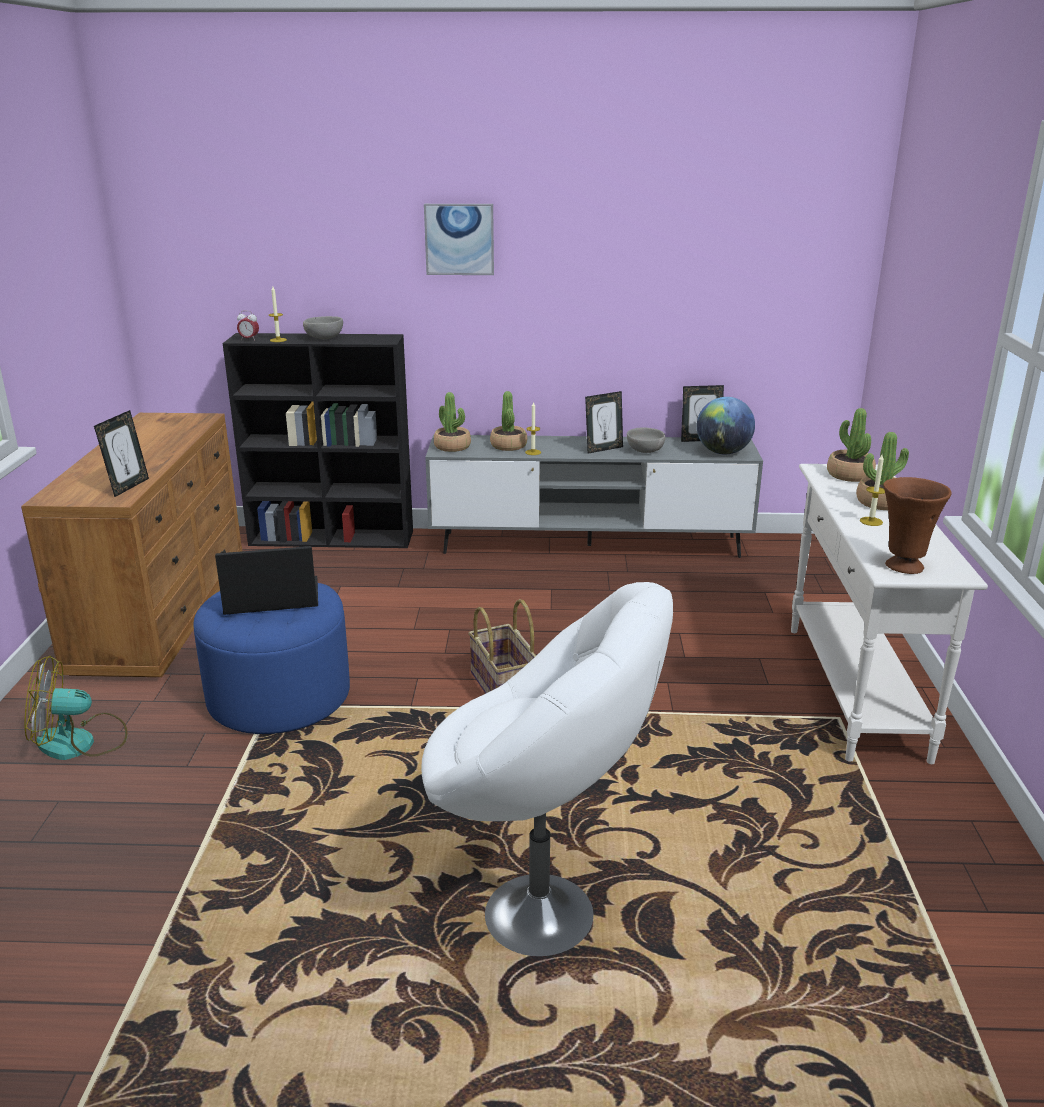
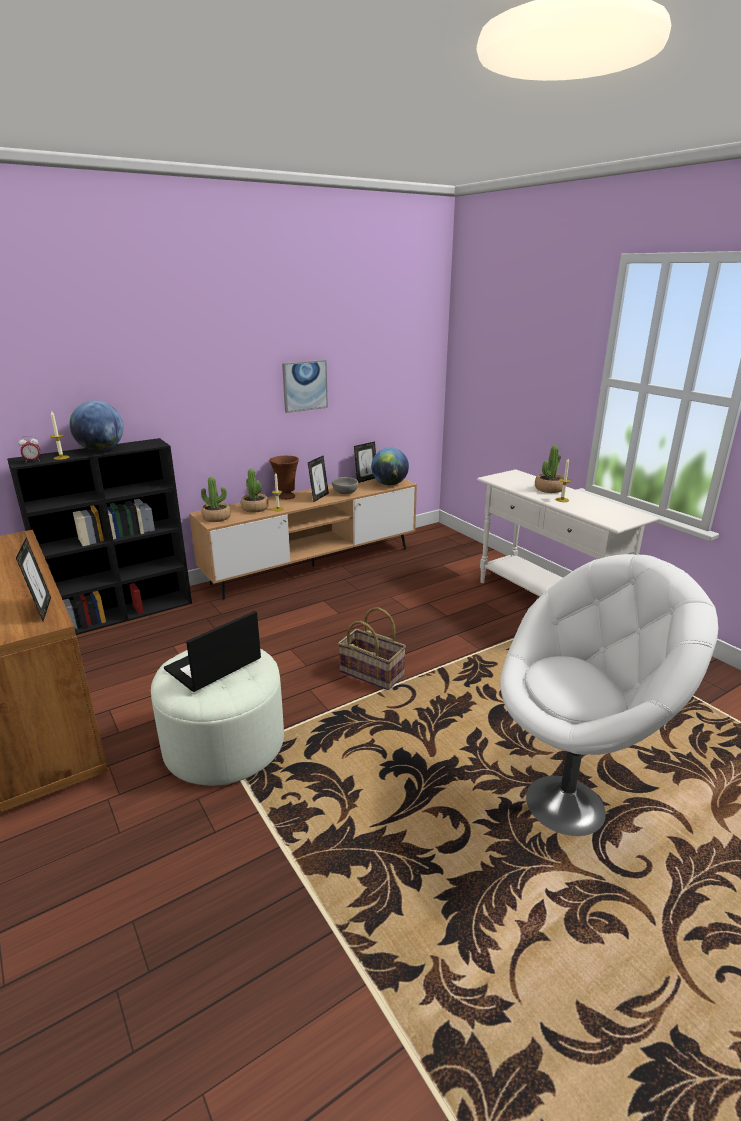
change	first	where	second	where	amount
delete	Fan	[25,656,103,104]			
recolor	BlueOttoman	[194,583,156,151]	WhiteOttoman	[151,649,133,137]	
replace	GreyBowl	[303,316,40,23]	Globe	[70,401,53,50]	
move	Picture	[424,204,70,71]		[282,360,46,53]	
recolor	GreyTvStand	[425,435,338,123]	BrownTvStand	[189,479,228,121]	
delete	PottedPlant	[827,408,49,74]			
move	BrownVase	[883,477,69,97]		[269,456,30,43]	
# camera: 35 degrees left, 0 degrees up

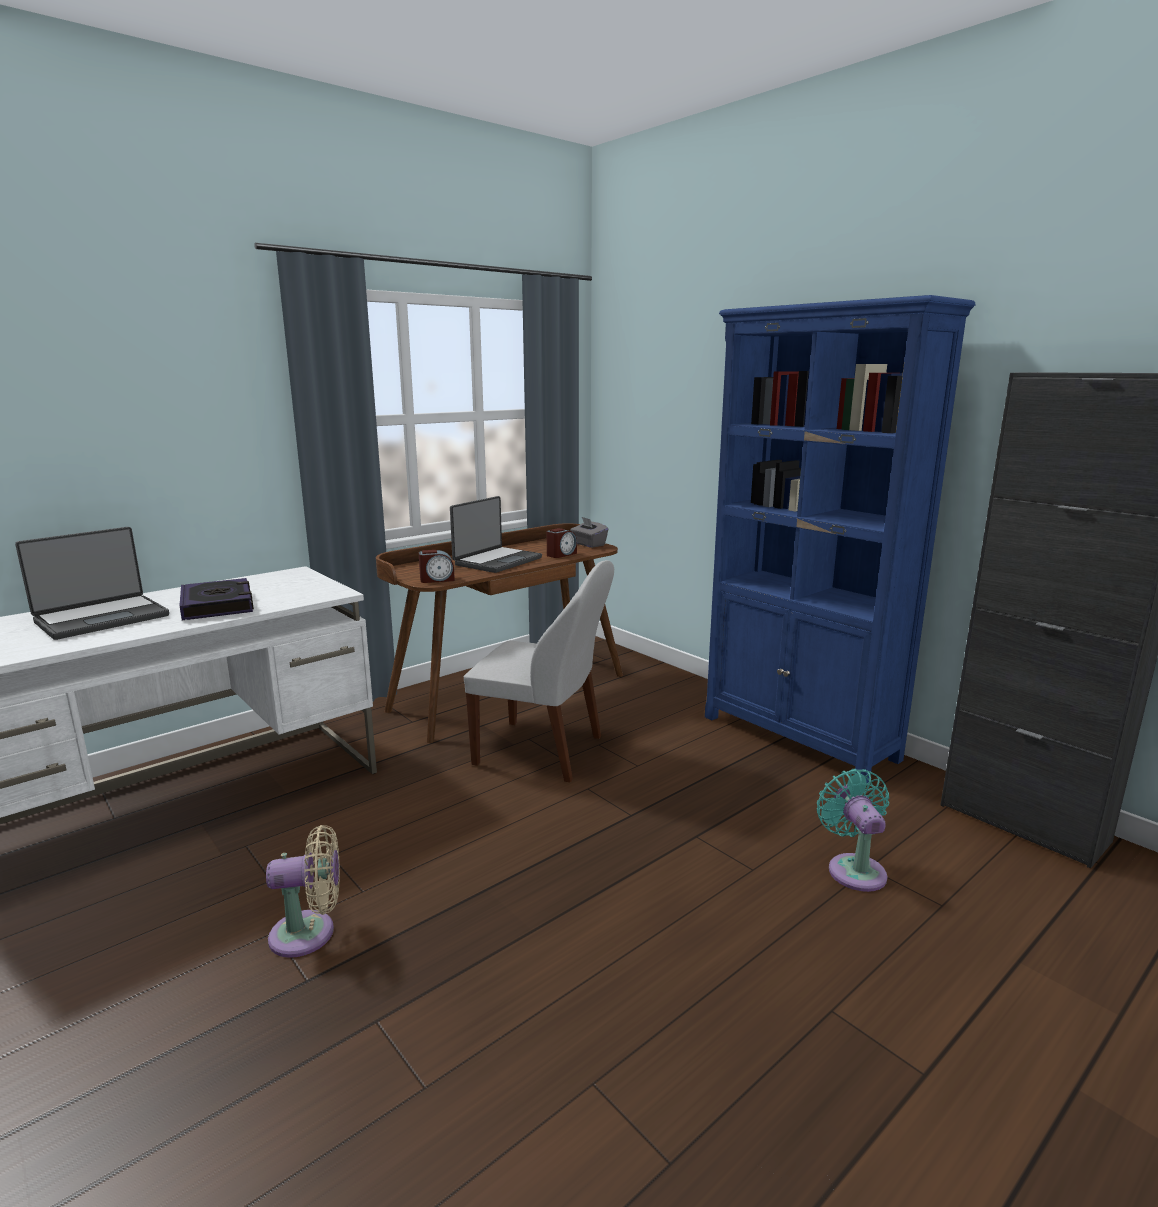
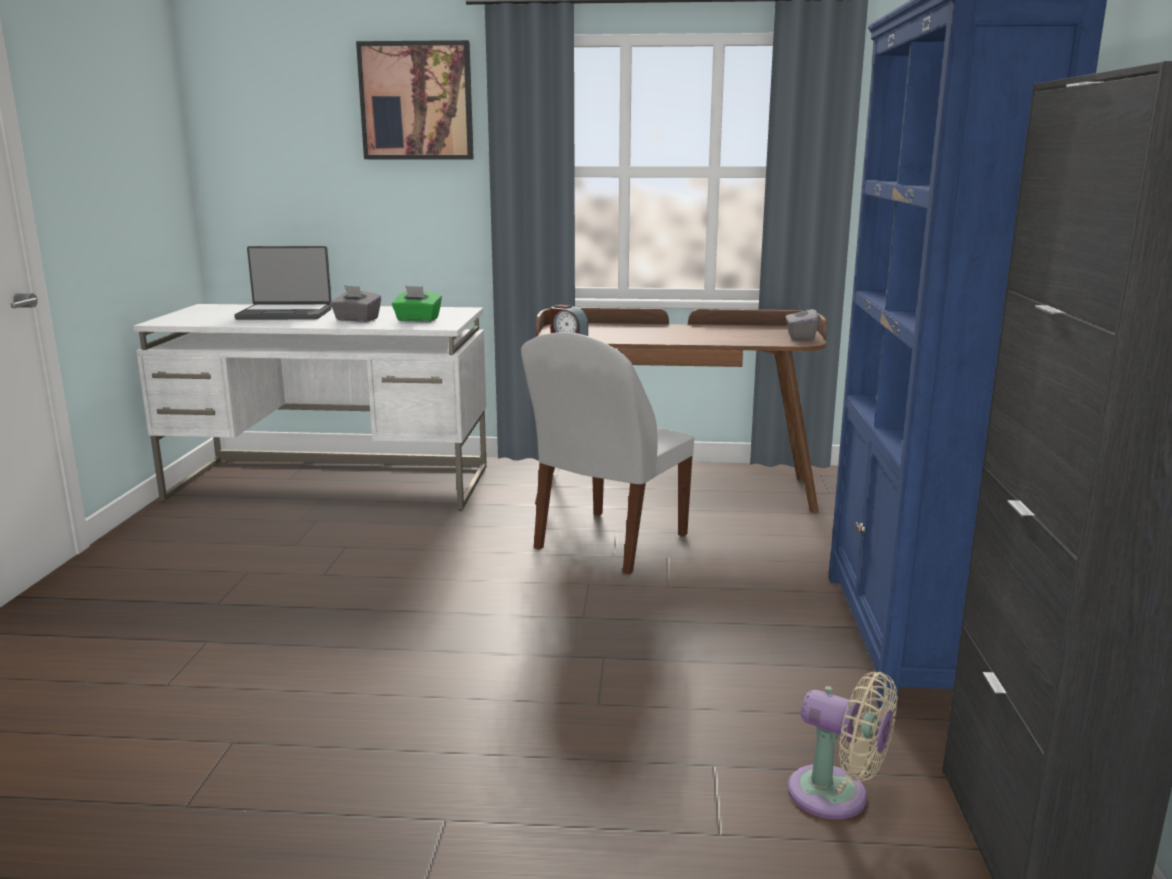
change	first	where	second	where	amount
replace	Book	[179,578,75,42]	GreyTissueBox	[330,285,51,37]	
move	BeigeFan	[266,825,74,133]		[788,672,109,147]	
delete	Laptop	[450,496,92,77]			
rotate	WhiteChair	[464,560,150,223]		[521,332,173,243]	60 degrees clockwise
delete	AlarmClock	[547,528,30,30]			
delete	TurquoiseFan	[817,769,72,123]			
insert			Picture	[356,40,118,119]	
insert			GreenTissueBox	[392,286,50,36]	
# camera: 45 degrees right, 0 degrees up

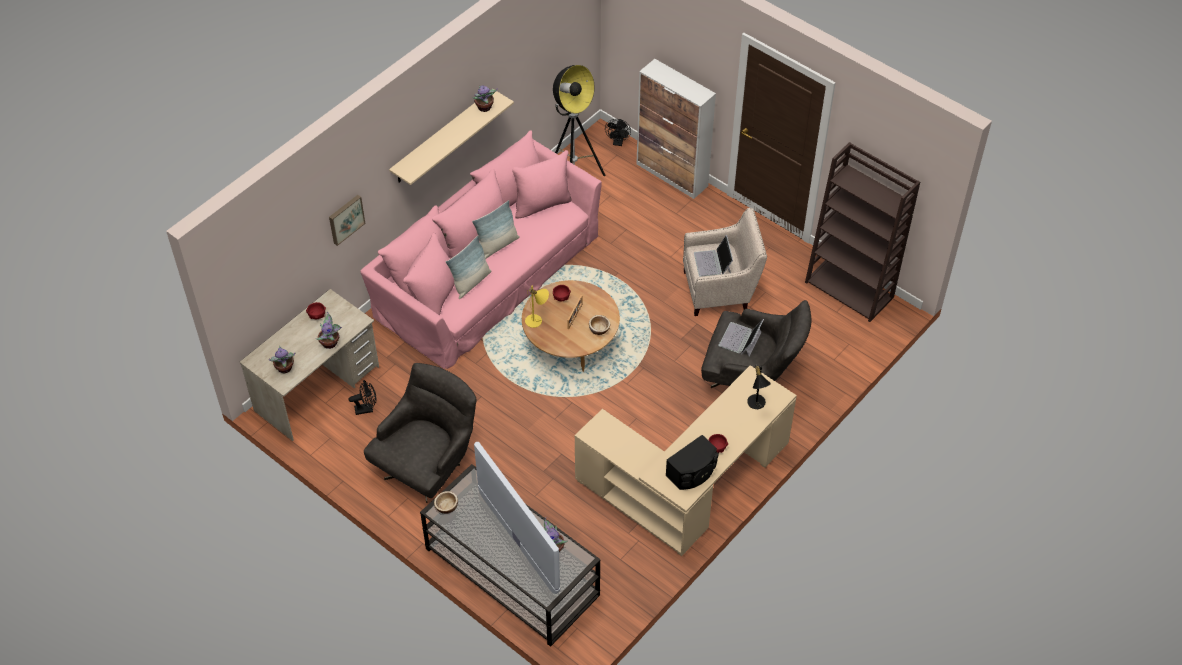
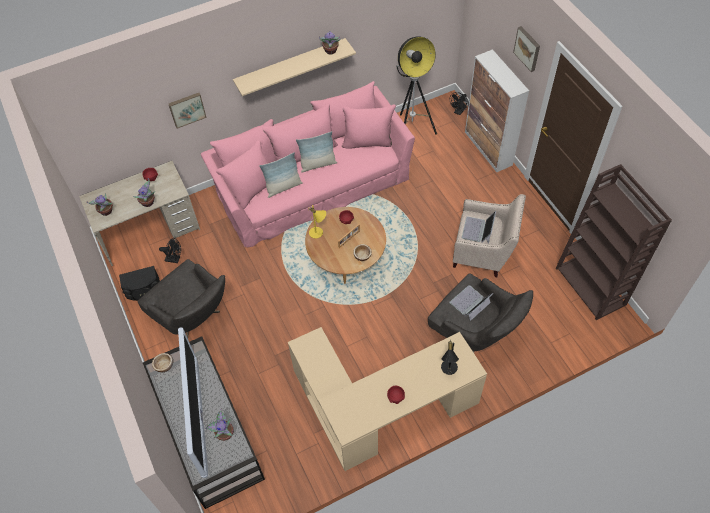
change	first	where	second	where	amount
rotate	GreyArmchair	[364,363,112,140]		[137,259,88,79]	75 degrees clockwise
move	BlackSpeaker	[666,435,53,55]		[119,266,41,35]	
insert			Picture	[513,26,27,46]	
# camera: 25 degrees right, 5 degrees up

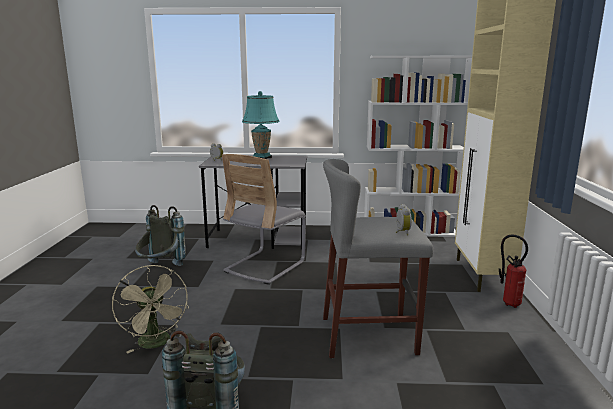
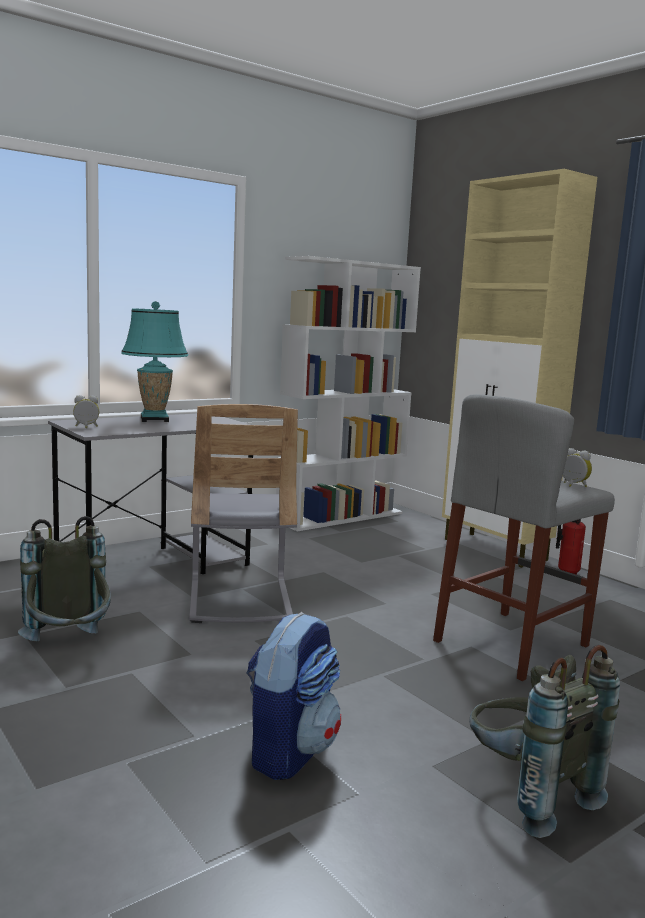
change	first	where	second	where	amount
replace	BeigeFan	[112,265,77,88]	Backpack	[246,612,95,168]	
# camera: 40 degrees left, 5 degrees down

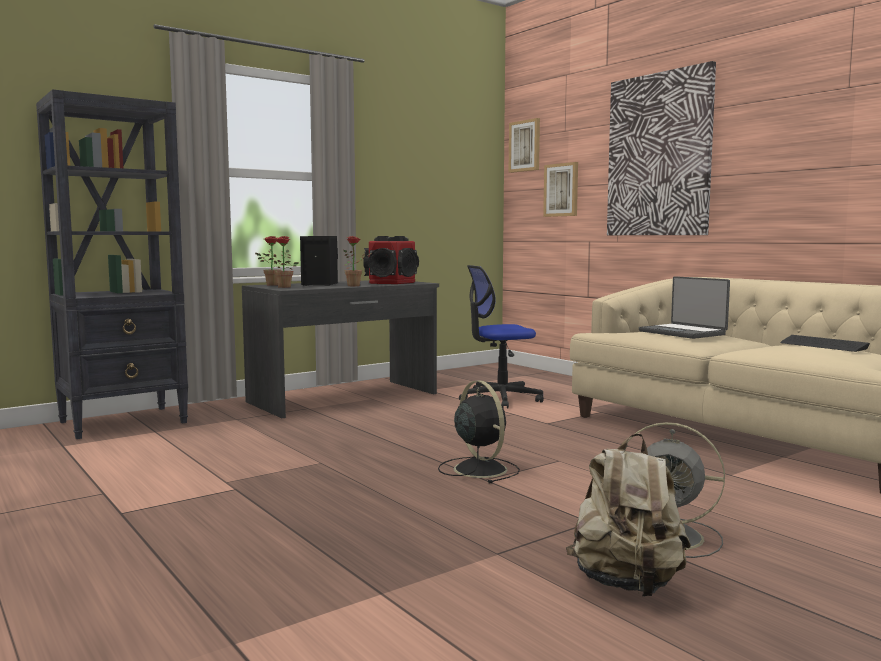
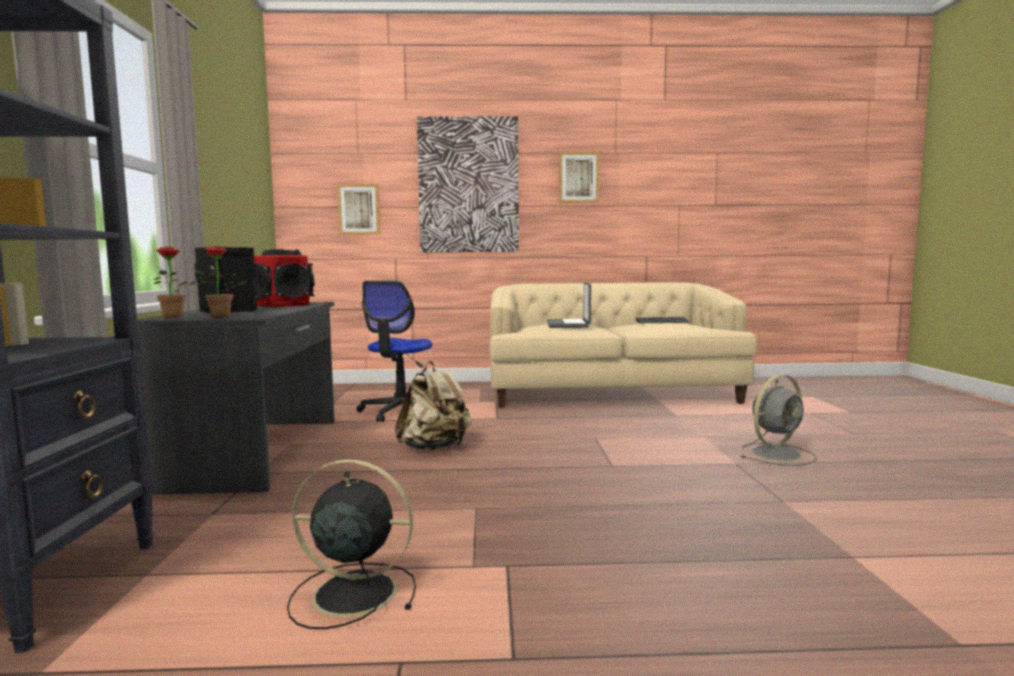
change	first	where	second	where	amount
delete	PottedPlant	[343,236,29,50]			
move	BlackFan	[438,380,82,103]		[287,459,129,170]	
move	Picture	[509,118,31,55]		[559,152,41,51]	
move	BeigeBackpack	[566,433,125,164]		[395,361,77,89]	
rotate	Laptop	[639,276,91,63]		[547,282,44,46]	90 degrees clockwise
# camera: 55 degrees left, 0 degrees up

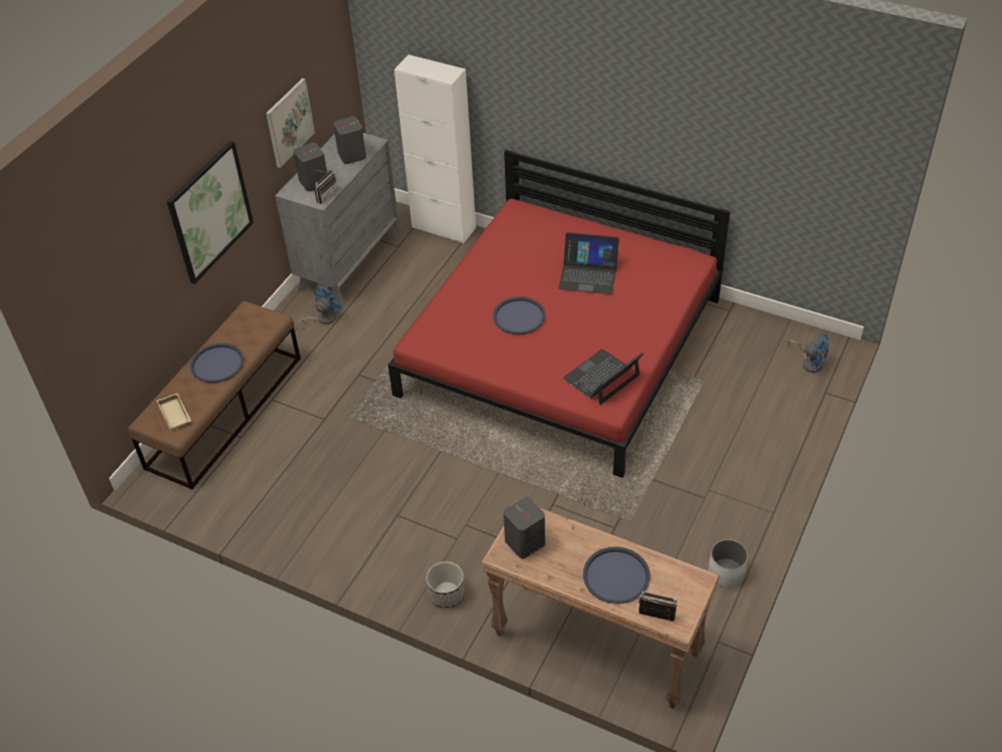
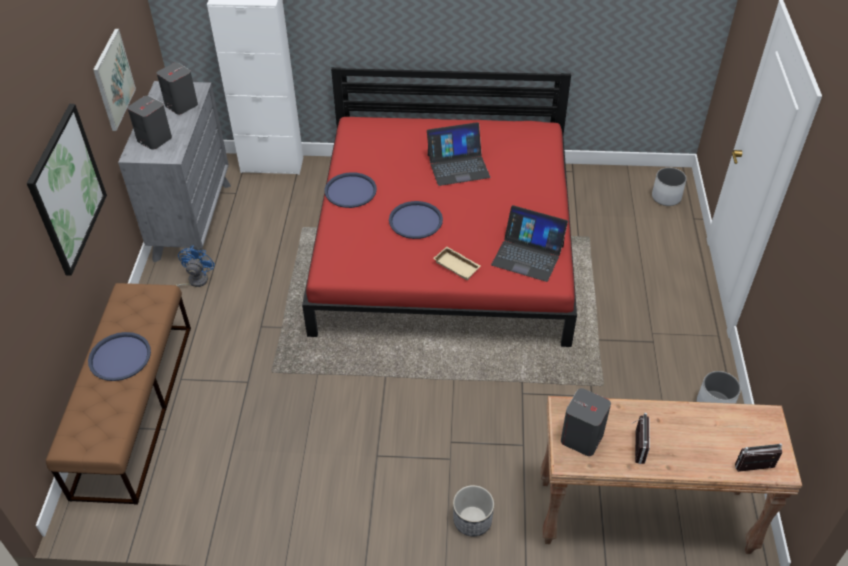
change	first	where	second	where	amount
move	BeigeTray	[156,393,35,38]		[433,246,48,34]	
move	Radio	[313,169,25,35]		[631,413,19,51]	
rotate	Laptop	[563,349,81,56]		[491,205,77,77]	90 degrees counterclockwise
move	BlueTray	[583,547,67,57]		[325,172,52,36]	
replace	BlueFan	[787,334,43,39]	WhitePlanter	[652,167,35,39]	
# camera: 25 degrees left, 0 degrees up

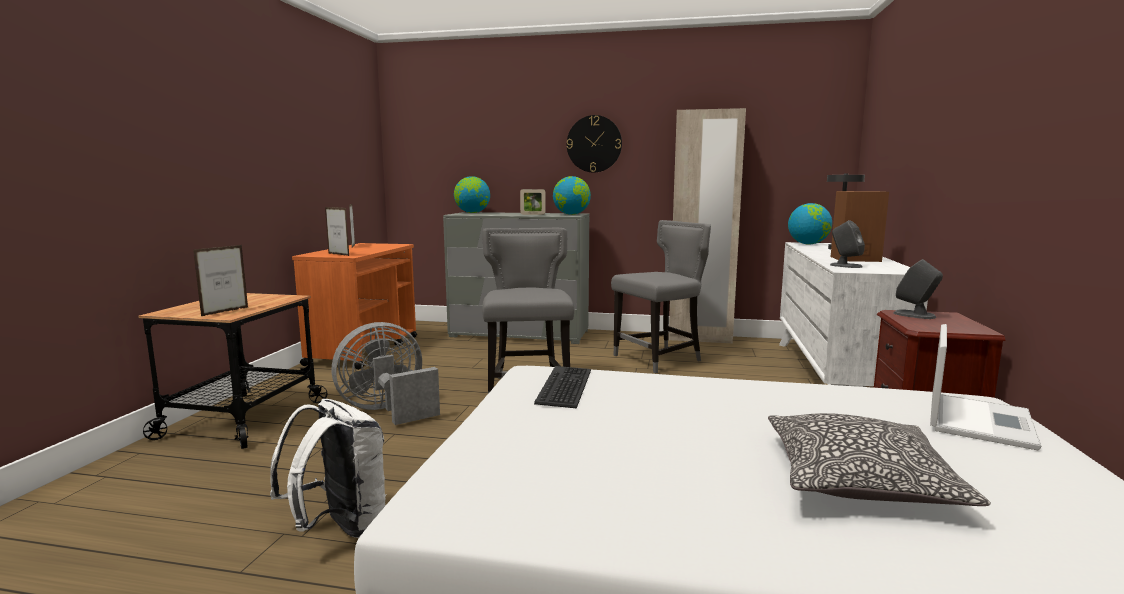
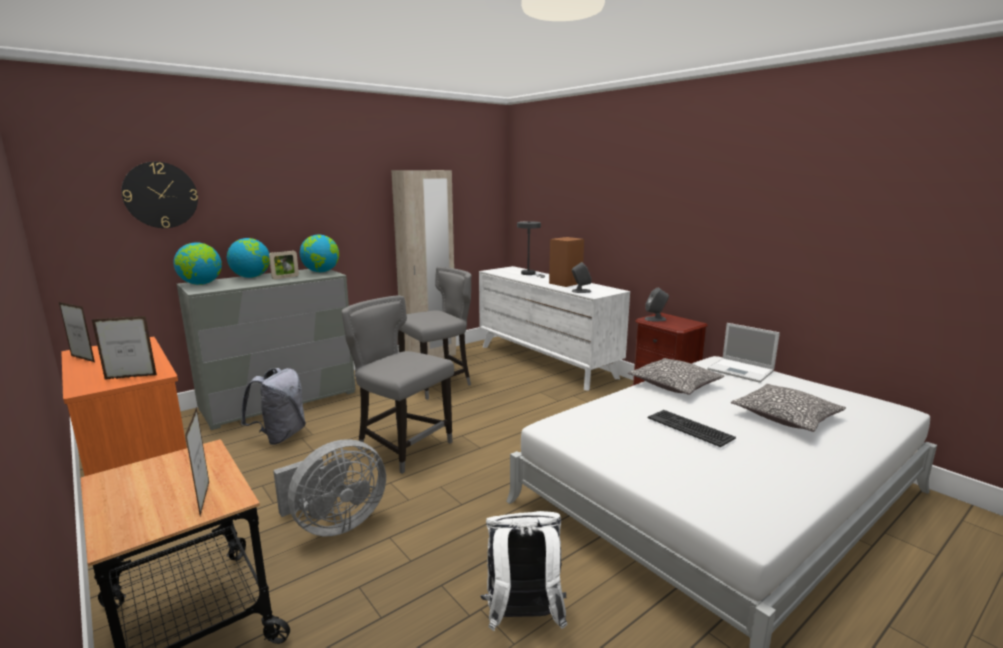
change	first	where	second	where	amount
rotate	GreyFan	[332,322,108,103]		[273,439,113,97]	135 degrees counterclockwise
move	Keyboard	[534,366,57,43]		[648,410,88,37]	
move	WallClock	[567,115,55,58]		[121,162,77,66]	
rotate	GreyChair	[611,220,100,153]		[398,267,73,133]	45 degrees clockwise
move	Globe	[788,203,44,42]		[227,238,43,40]	
rotate	Laptop	[930,324,111,126]		[708,323,72,60]	150 degrees clockwise
insert			GreyBackpack	[241,368,65,77]	
insert			Pillow	[628,358,96,37]	
# camera: 50 degrees left, 5 degrees up

